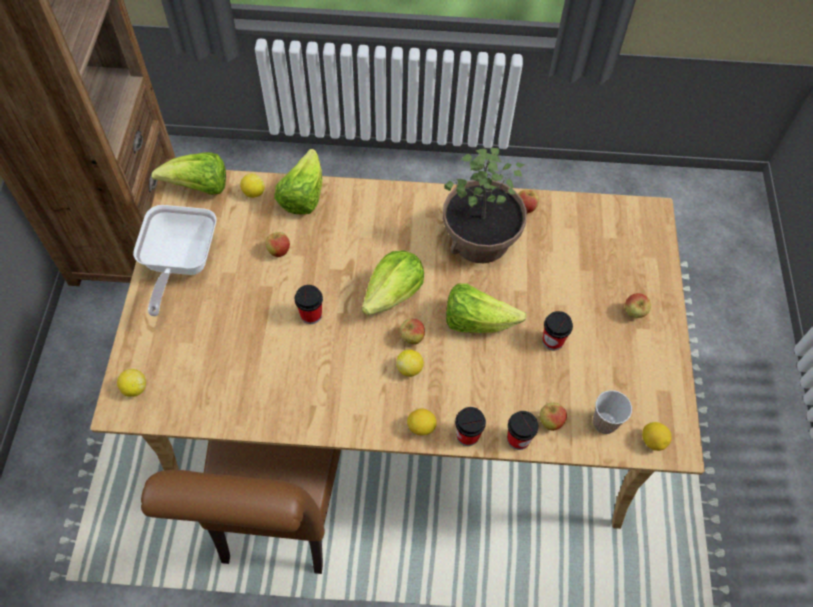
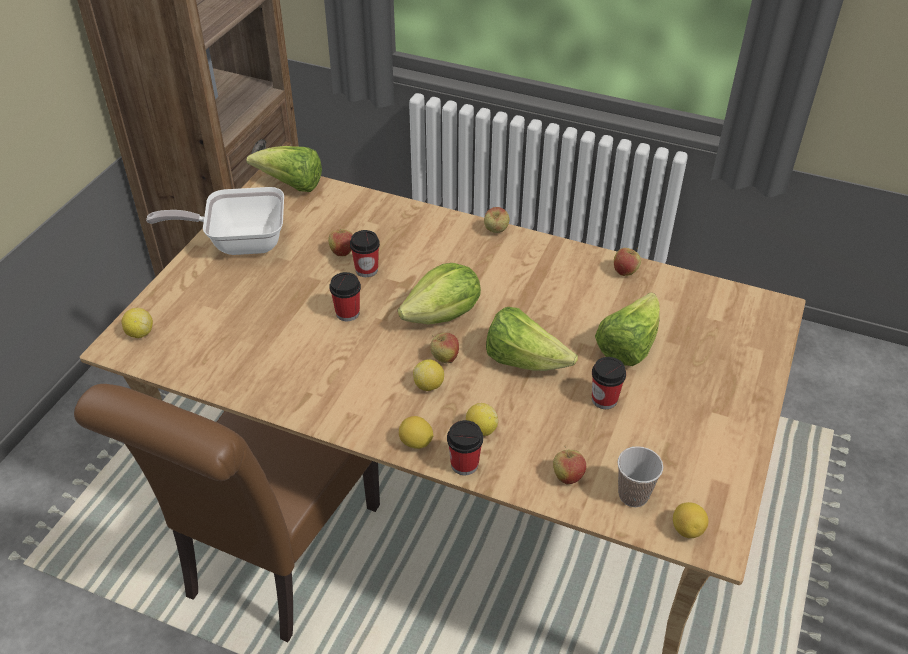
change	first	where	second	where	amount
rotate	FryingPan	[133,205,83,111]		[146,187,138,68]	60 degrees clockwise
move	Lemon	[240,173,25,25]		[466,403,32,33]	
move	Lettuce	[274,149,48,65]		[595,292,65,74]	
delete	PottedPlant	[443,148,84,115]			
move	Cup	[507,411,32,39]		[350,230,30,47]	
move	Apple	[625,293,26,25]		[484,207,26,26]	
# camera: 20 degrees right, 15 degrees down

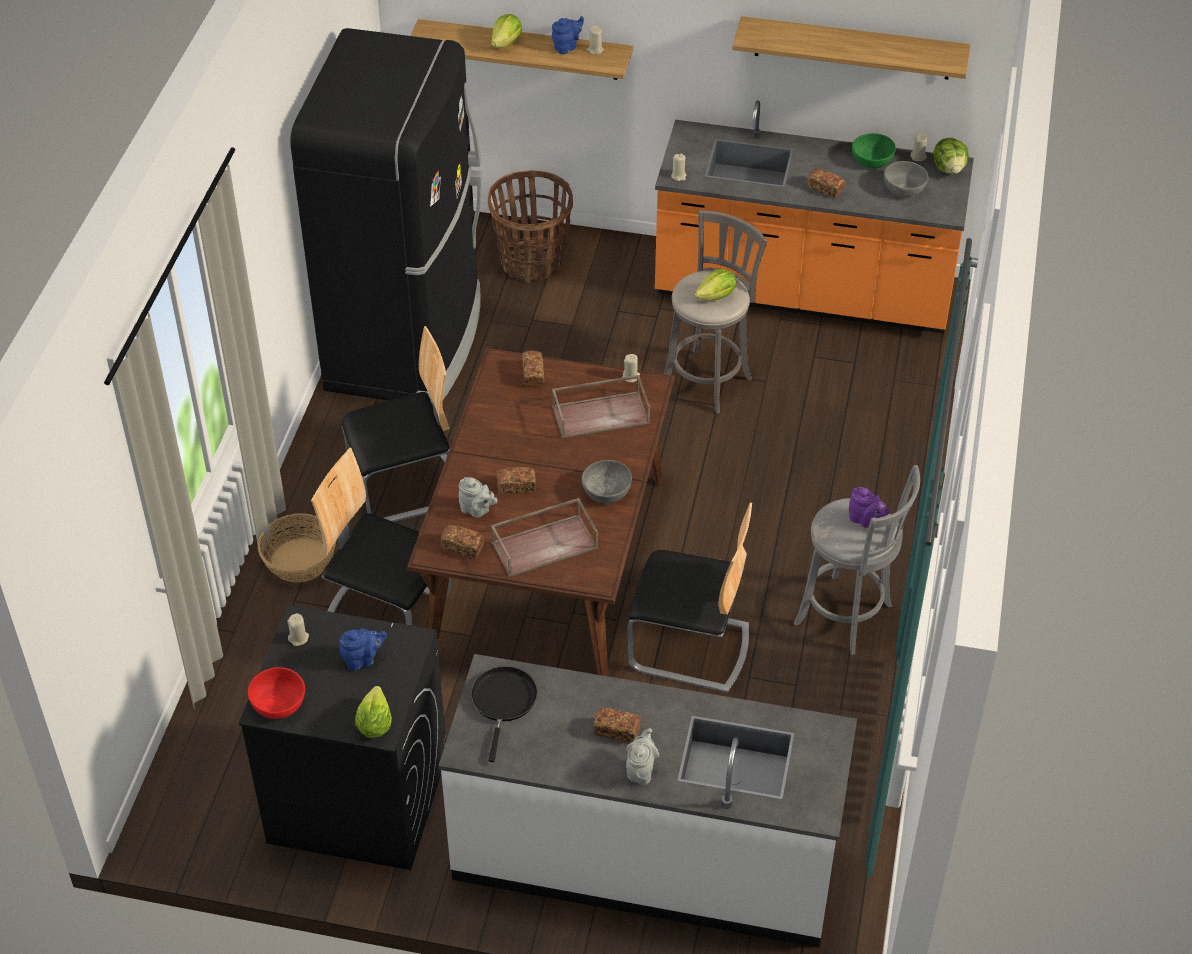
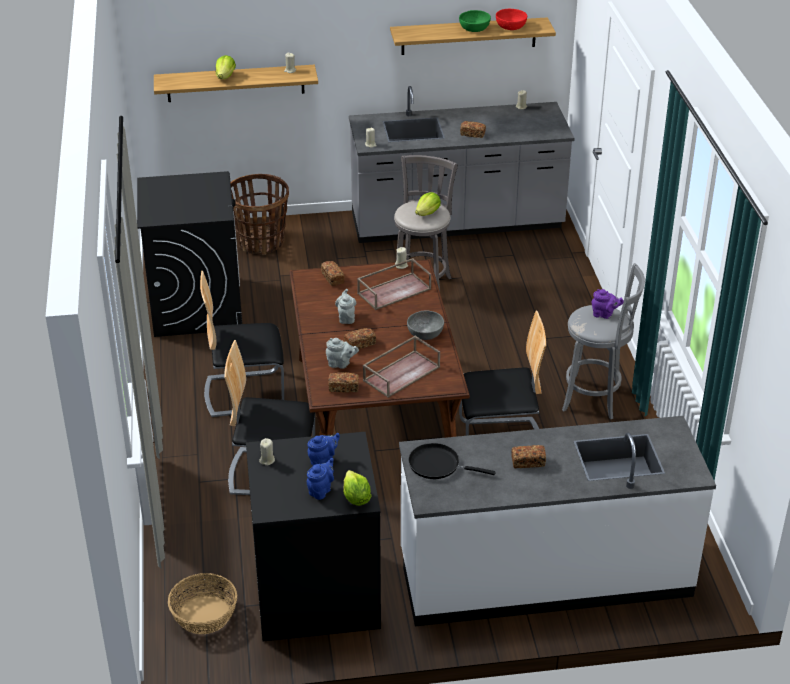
change	first	where	second	where	amount
move	RedBowl	[248,667,57,52]		[496,9,31,21]	
move	Basket	[258,513,78,69]		[168,573,69,61]	
replace	BlackFridge	[290,28,192,377]	BlackWashingMachine	[137,171,105,166]	
rotate	Chair	[342,326,108,196]		[200,271,84,146]	150 degrees counterclockwise
rotate	BlackFryingPan	[471,666,67,96]		[408,443,88,36]	60 degrees counterclockwise
move	BlueTeapot	[552,16,32,38]		[307,458,27,42]	
move	GreyTeapot	[626,728,33,57]		[335,289,21,35]	
recolor	OrangeCounter	[655,100,319,234]	GreyCounter	[349,86,226,157]	
move	GreenBowl	[852,133,44,35]		[459,10,32,22]	
delete	GreyBowl	[884,161,45,36]			
delete	Lettuce	[933,138,36,36]			
# camera: 20 degrees left, 10 degrees down

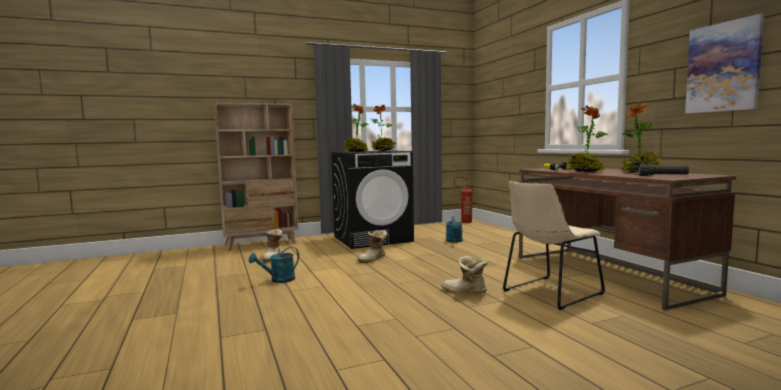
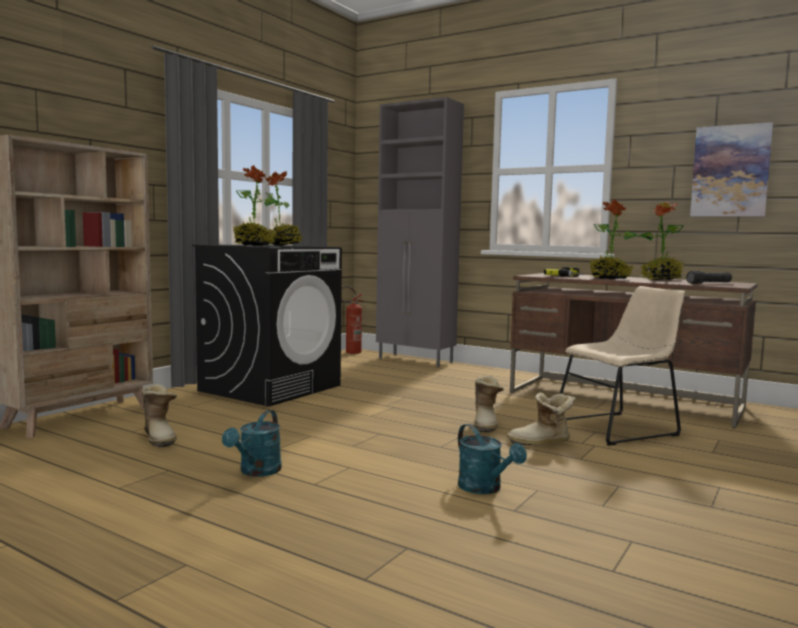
change	first	where	second	where	amount
move	Boot	[357,230,31,33]		[474,376,30,56]	
move	TurquoiseWateringCan	[446,217,17,26]		[458,424,69,70]	
rotate	BeigeChair	[503,181,102,129]		[560,286,125,160]	135 degrees counterclockwise
insert			GreyCabinet	[376,97,88,270]	
# camera: 35 degrees left, 0 degrees up

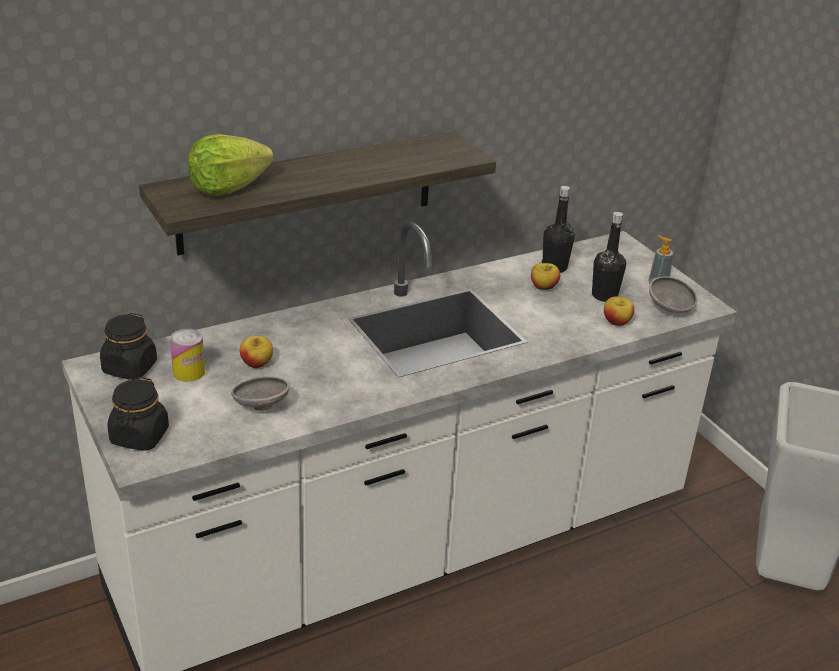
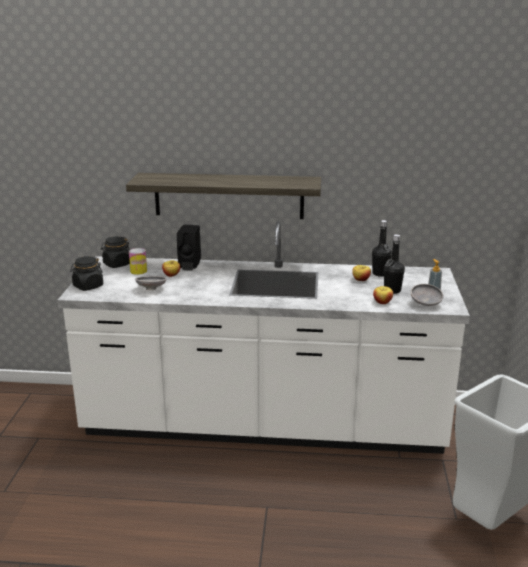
change	first	where	second	where	amount
delete	Lettuce	[188,134,86,61]			
insert			BlackSoapDispenser	[177,224,24,47]	
# camera: 35 degrees right, 10 degrees down

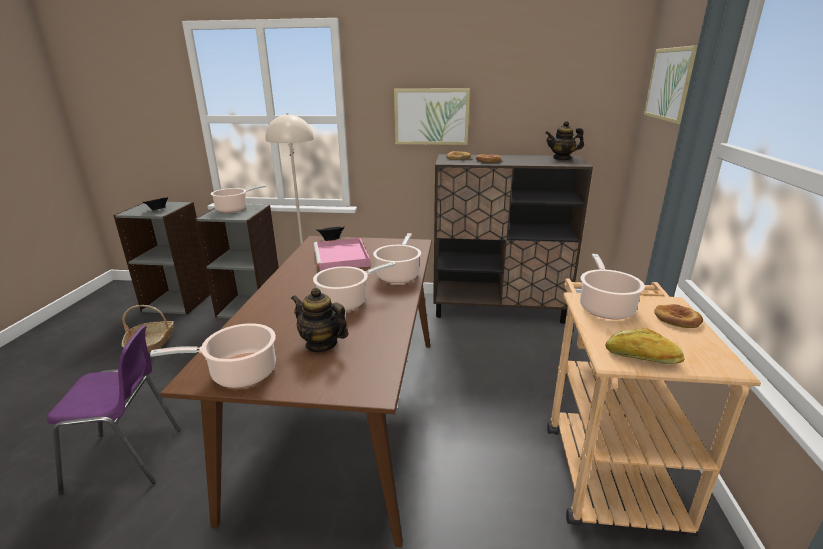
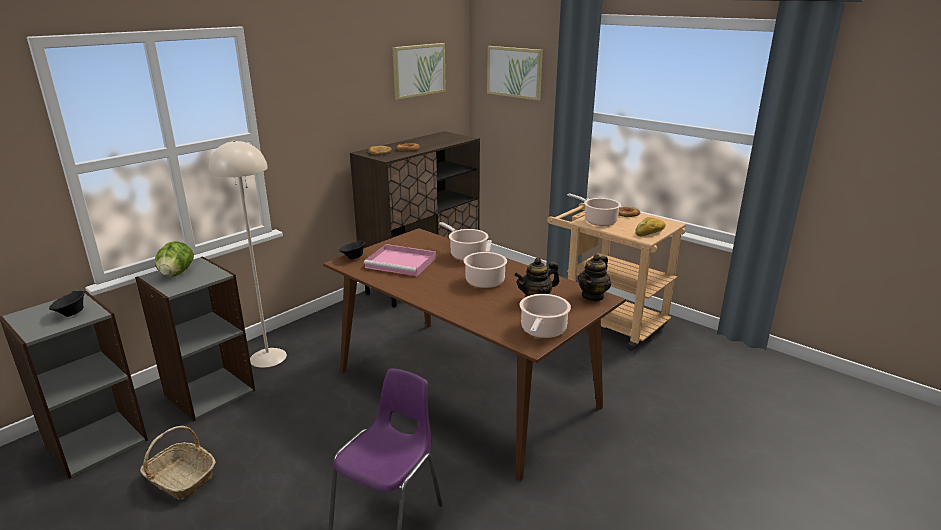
change	first	where	second	where	amount
replace	CookingPot	[211,185,55,28]	Lettuce	[155,241,39,36]	
move	Picture	[394,88,76,57]		[392,43,54,57]	
move	Teapot	[545,121,39,39]		[578,254,33,48]	
# camera: 55 degrees left, 0 degrees up

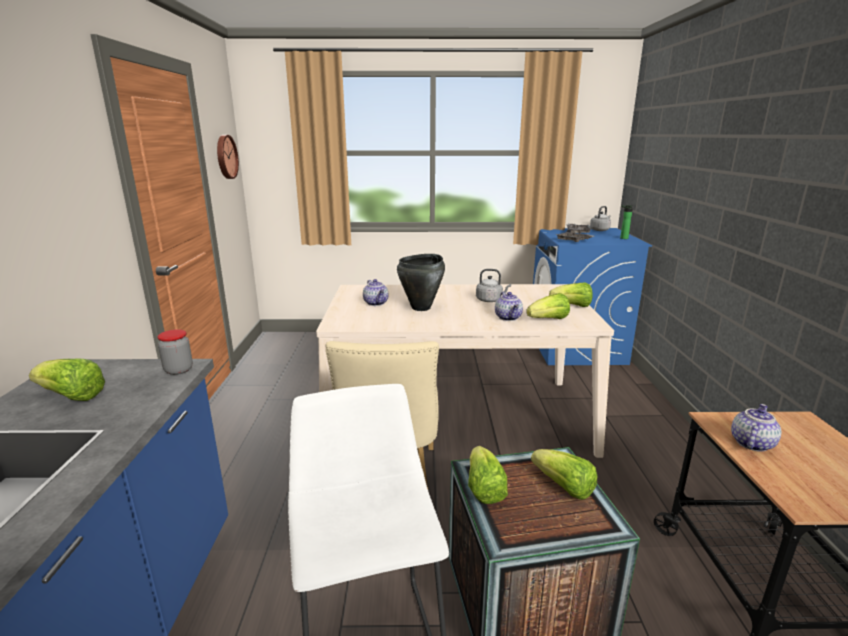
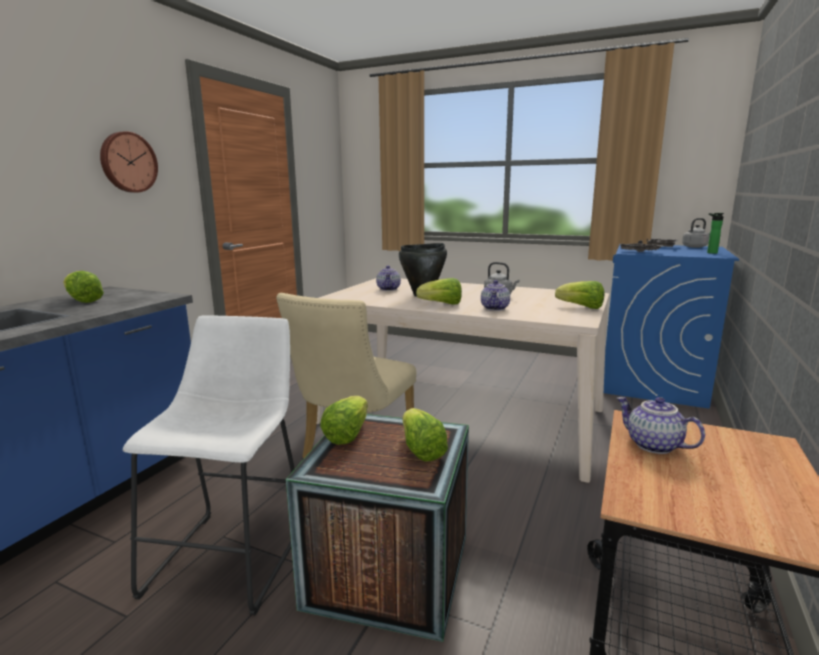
change	first	where	second	where	amount
delete	Jar	[157,329,36,46]			
move	WallClock	[217,135,22,44]		[100,131,58,62]	
move	Lettuce	[526,293,44,26]		[416,278,46,27]	
rotate	Teapot	[731,404,50,47]		[617,397,88,57]	105 degrees counterclockwise
# camera: 25 degrees right, 5 degrees down

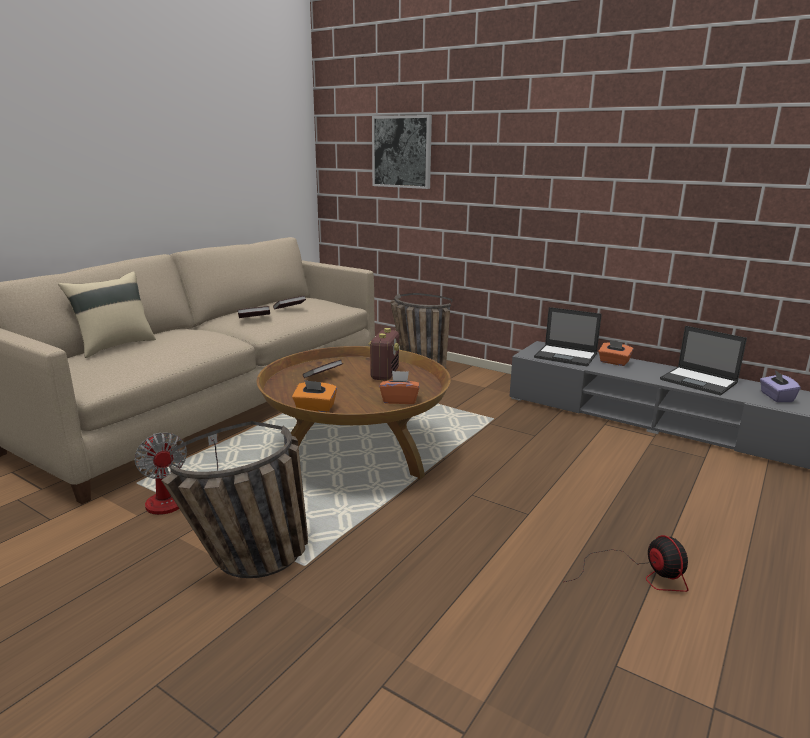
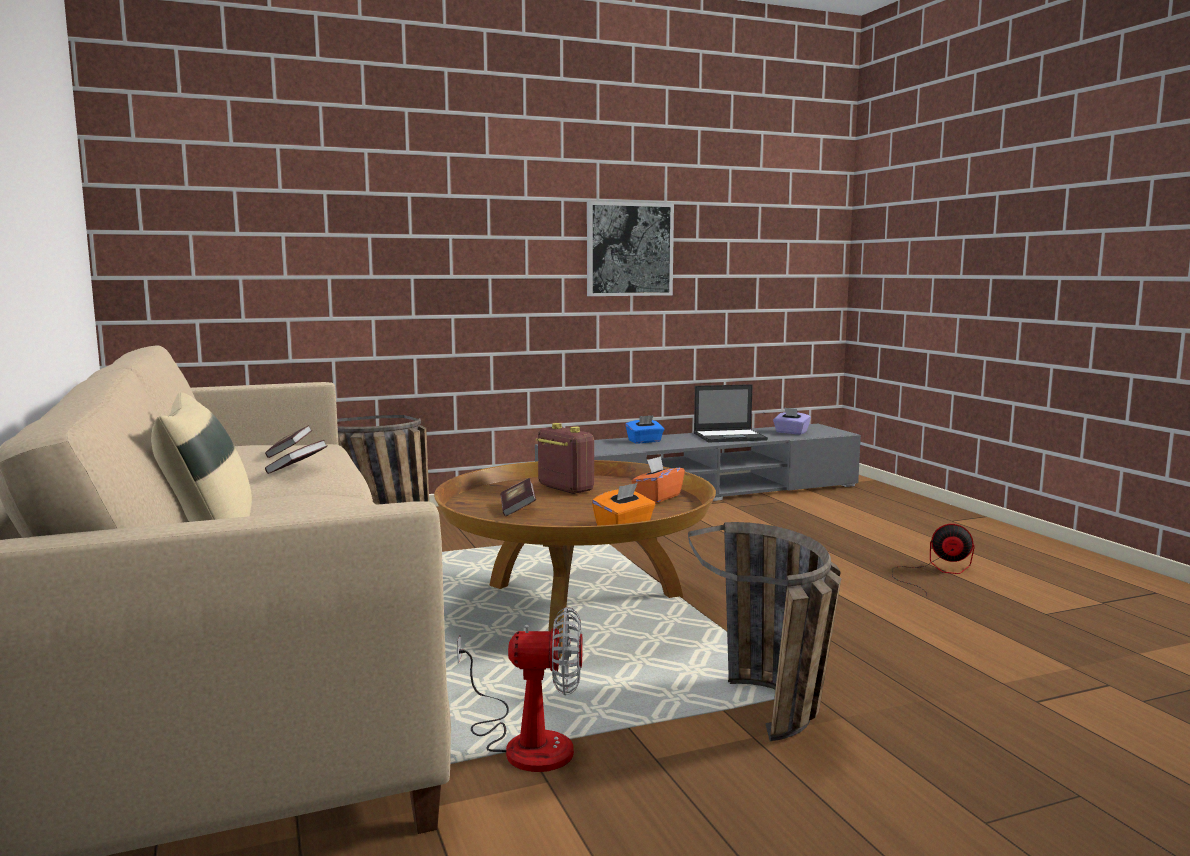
change	first	where	second	where	amount
move	Picture	[372,115,60,74]		[587,201,87,95]	
delete	Laptop	[534,307,68,60]			
recolor	OrangeTissueBox	[598,340,35,26]	BlueTissueBox	[625,415,39,28]	
# camera: 55 degrees left, 10 degrees down

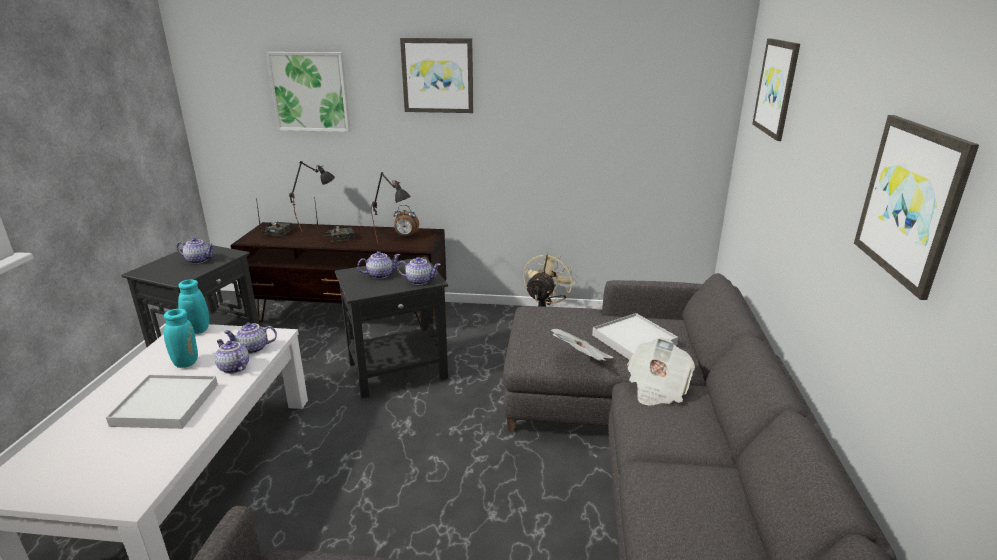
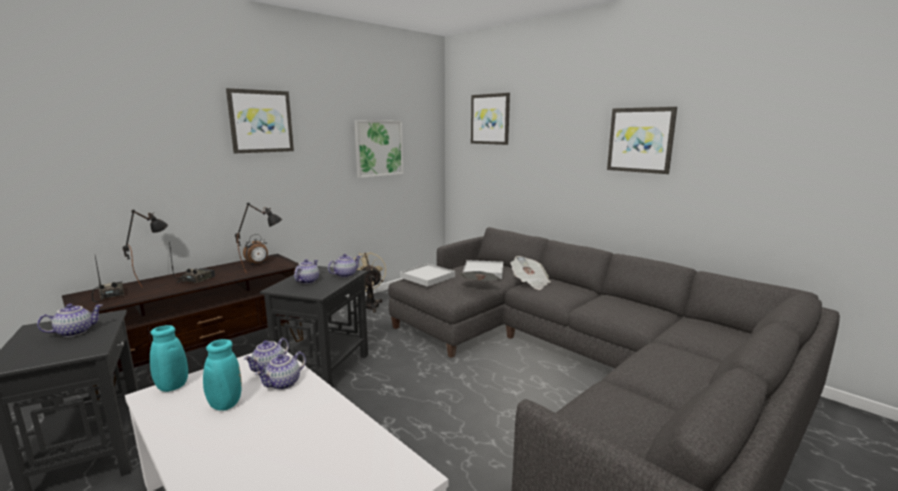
change	first	where	second	where	amount
move	WhiteTray	[106,375,112,54]		[400,263,55,24]	
rotate	Teapot	[215,339,34,35]		[255,351,51,39]	45 degrees counterclockwise
move	Picture	[266,52,85,80]		[354,120,49,58]	
# camera: 50 degrees left, 10 degrees down

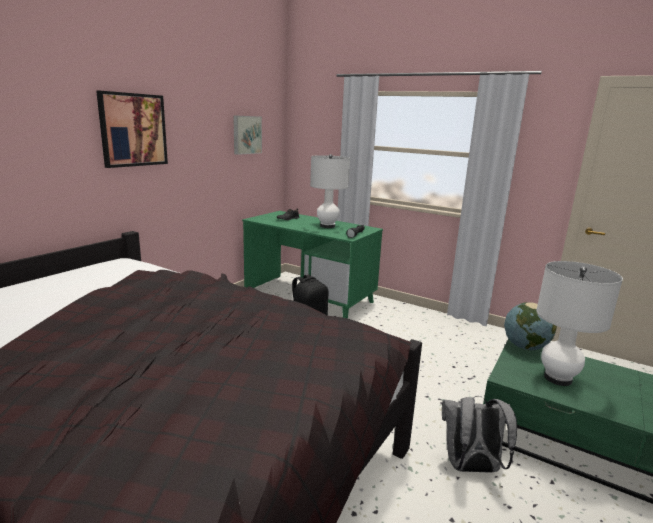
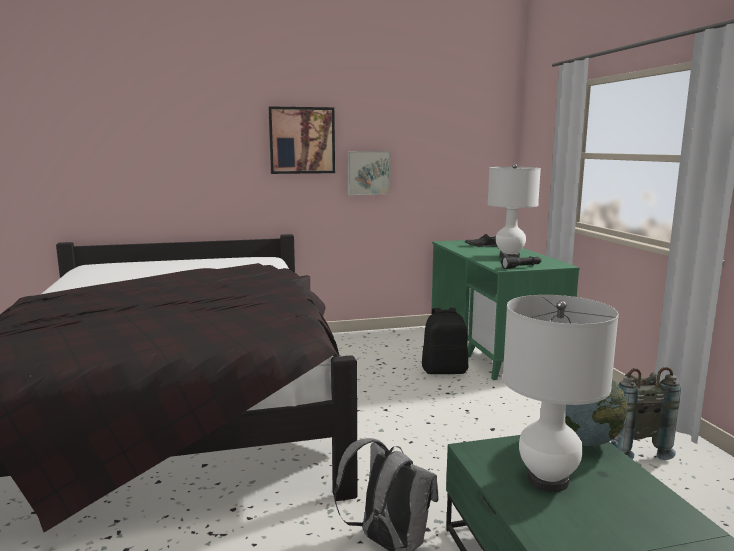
change	first	where	second	where	amount
move	Picture	[233,115,29,40]		[347,151,44,44]	
insert			GreyBackpack	[611,367,70,93]	
# camera: 45 degrees right, 5 degrees down

